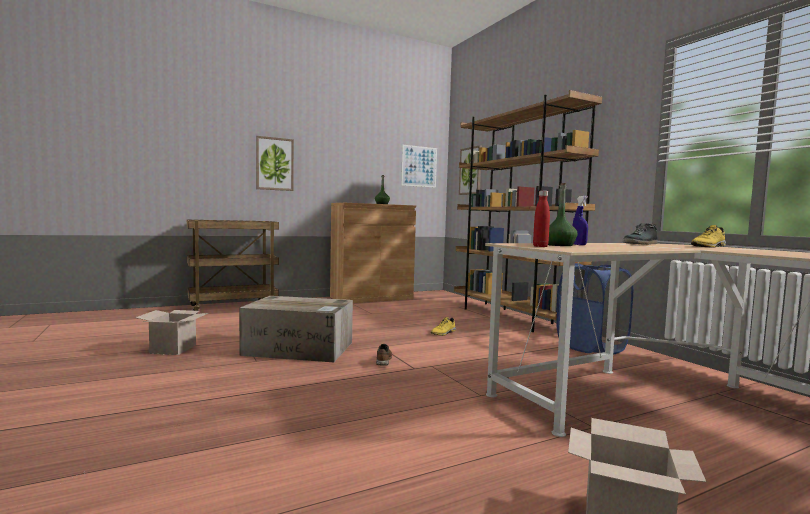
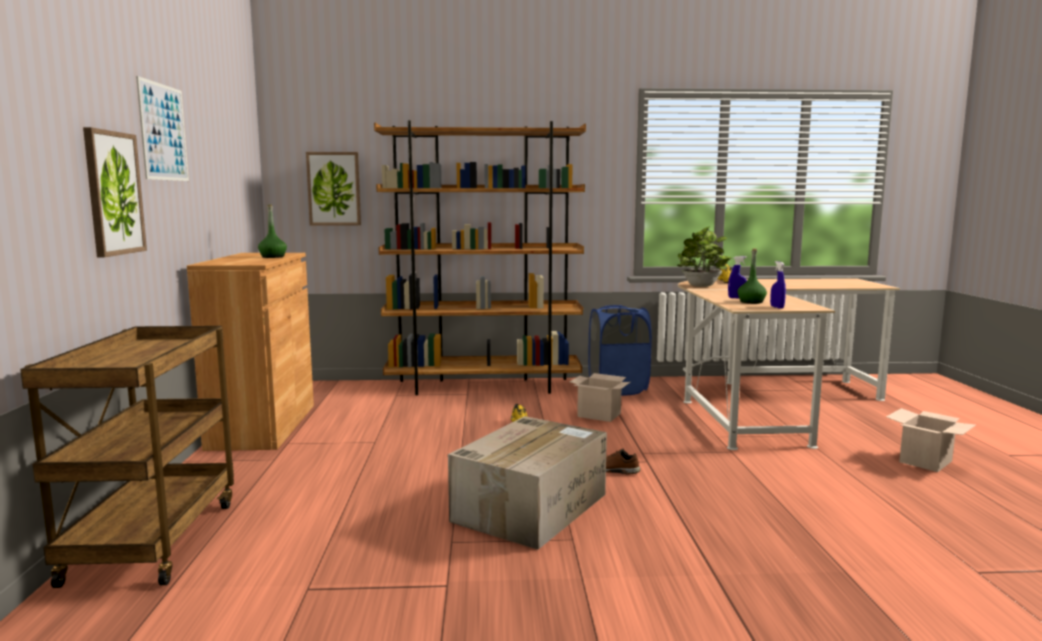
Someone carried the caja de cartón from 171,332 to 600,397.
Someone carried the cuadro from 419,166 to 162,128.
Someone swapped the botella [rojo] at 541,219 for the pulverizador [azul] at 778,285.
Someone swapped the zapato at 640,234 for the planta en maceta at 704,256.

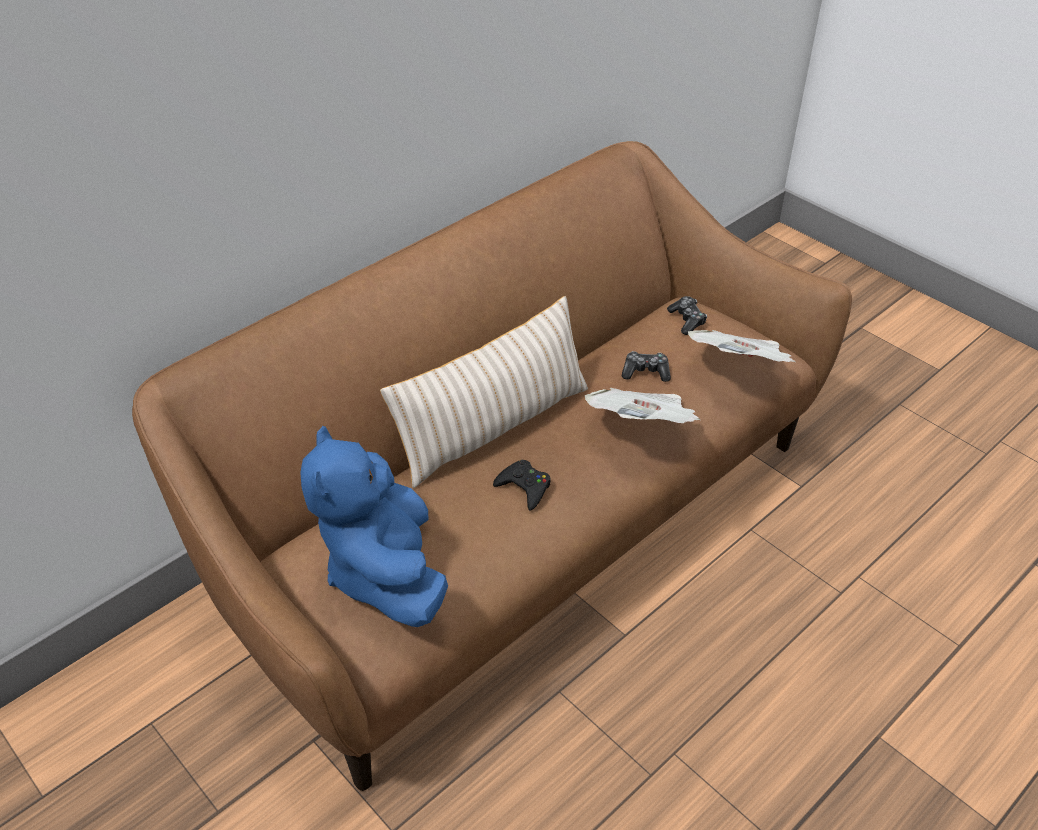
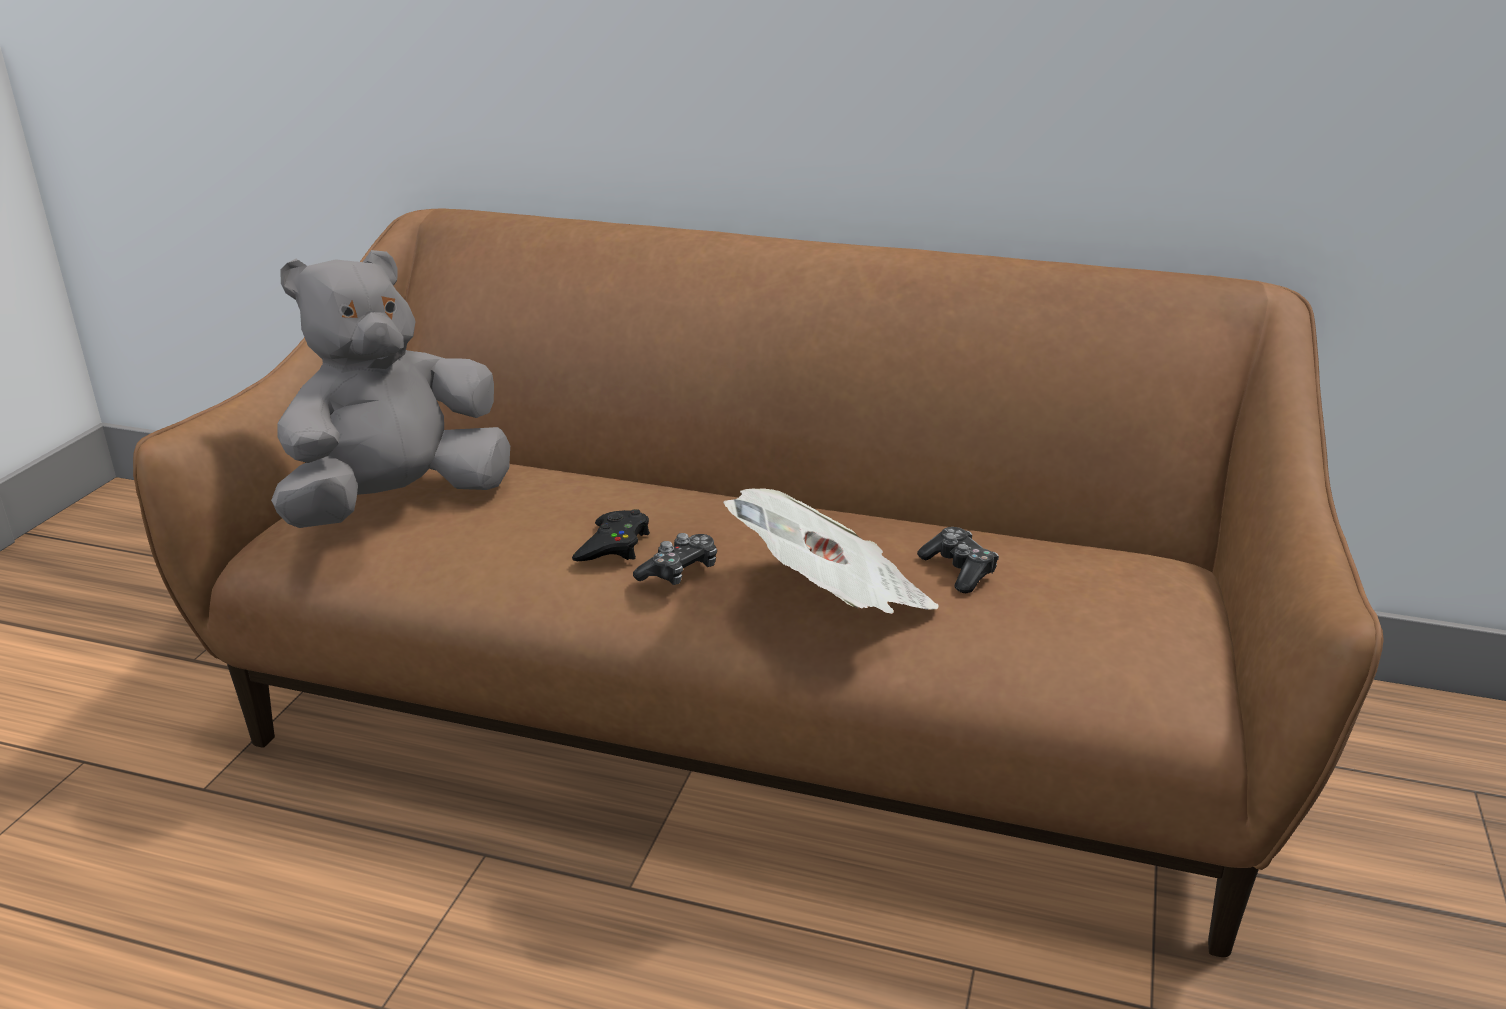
Someone repainted the peluche [azul] at 374,526, which became the peluche [gris] at 390,389.
Someone took away the cojín [beis] at 484,392.
Someone carried the mando de consola from 687,315 to 675,559.
Someone took away the periódico at 742,346.

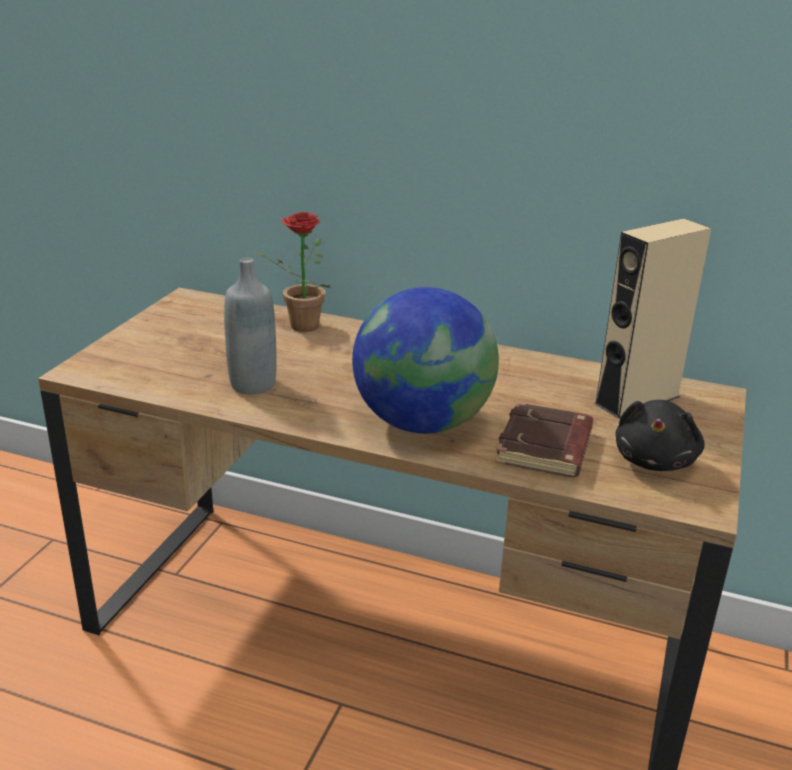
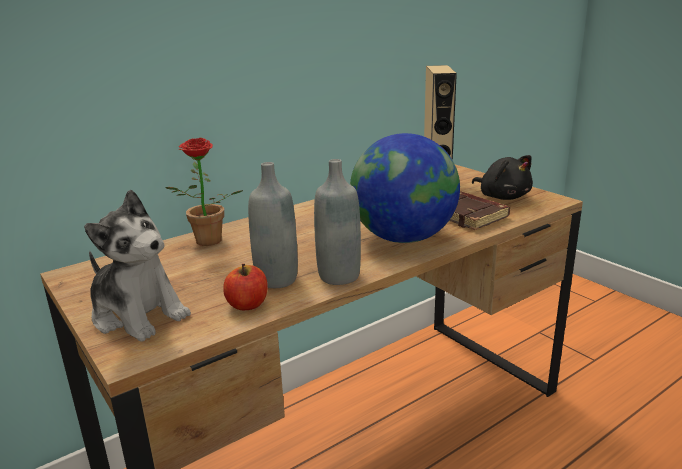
Someone put down the peluche at 137,265.
Someone put down the manzana at 245,287.
Someone put down the botella [gris] at 337,222.

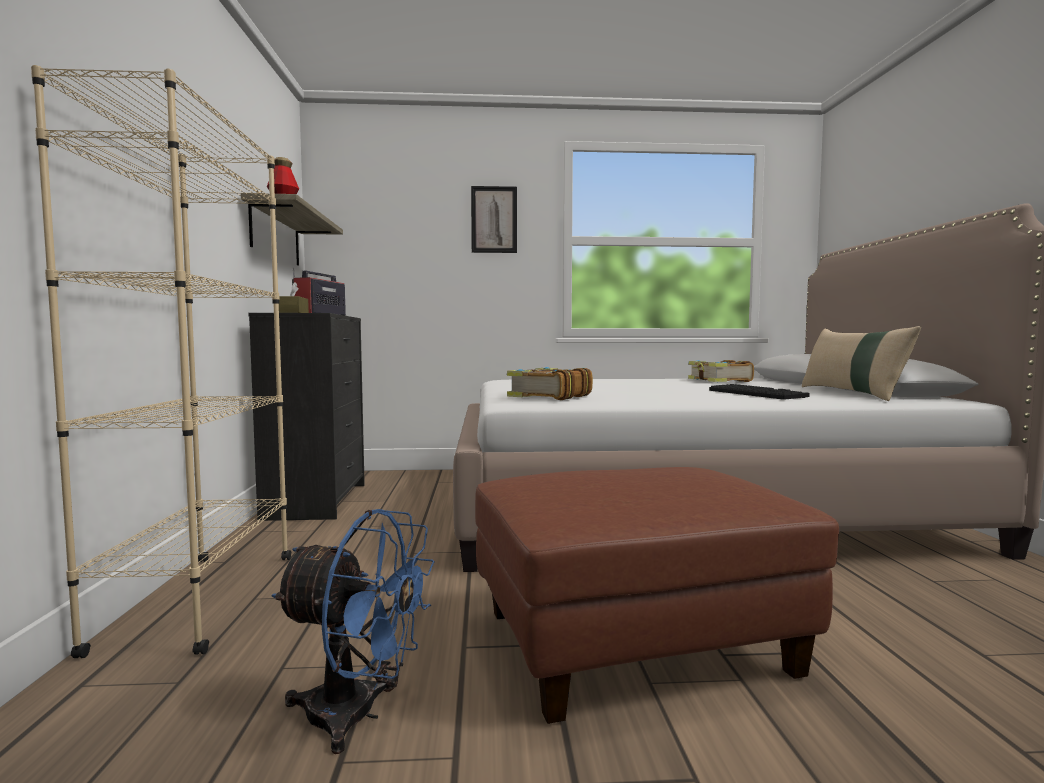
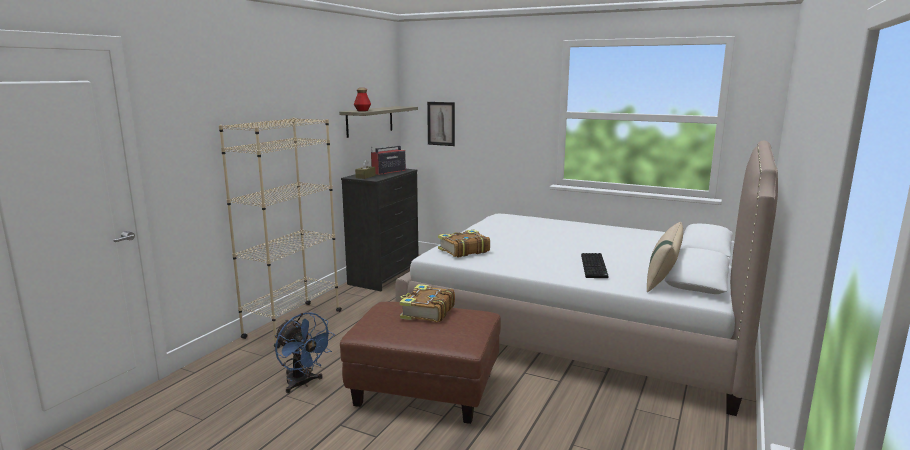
Someone carried the cuadro from 494,219 to 441,124.
Someone carried the libro from 721,371 to 427,303.

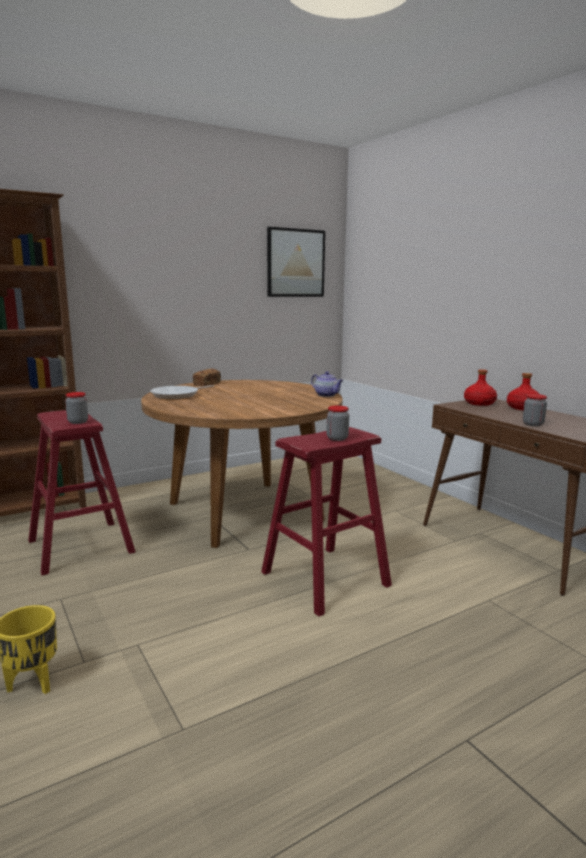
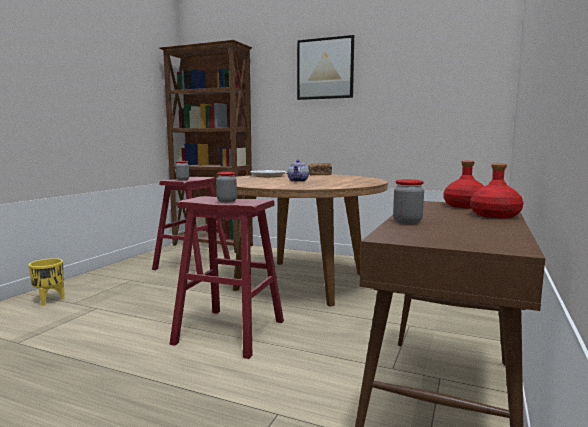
Someone carried the cuadro from 296,262 to 325,67.
Someone carried the tetera from 327,384 to 298,171.

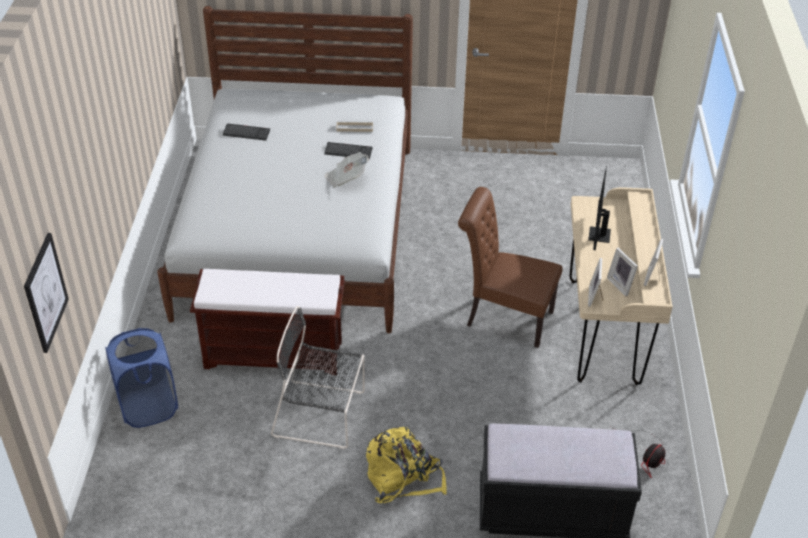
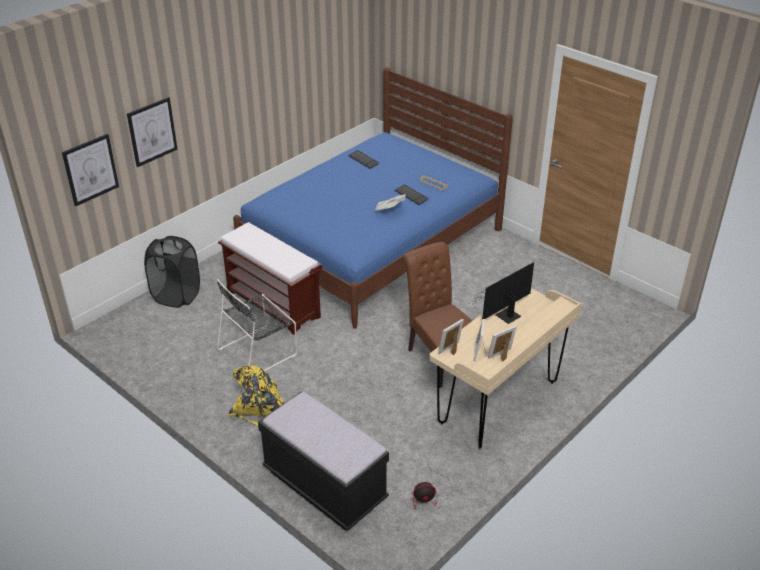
Someone repainted the cesto de la ropa [azul] at 141,378, which became the cesto de la ropa [negro] at 172,272.
Someone repainted the cama [blanco] at 285,169, which became the cama [azul] at 373,198.
Someone rotated the silla [negro] at 318,377 by 90 degrees counterclockwise.
Someone put up the cuadro at 152,132.

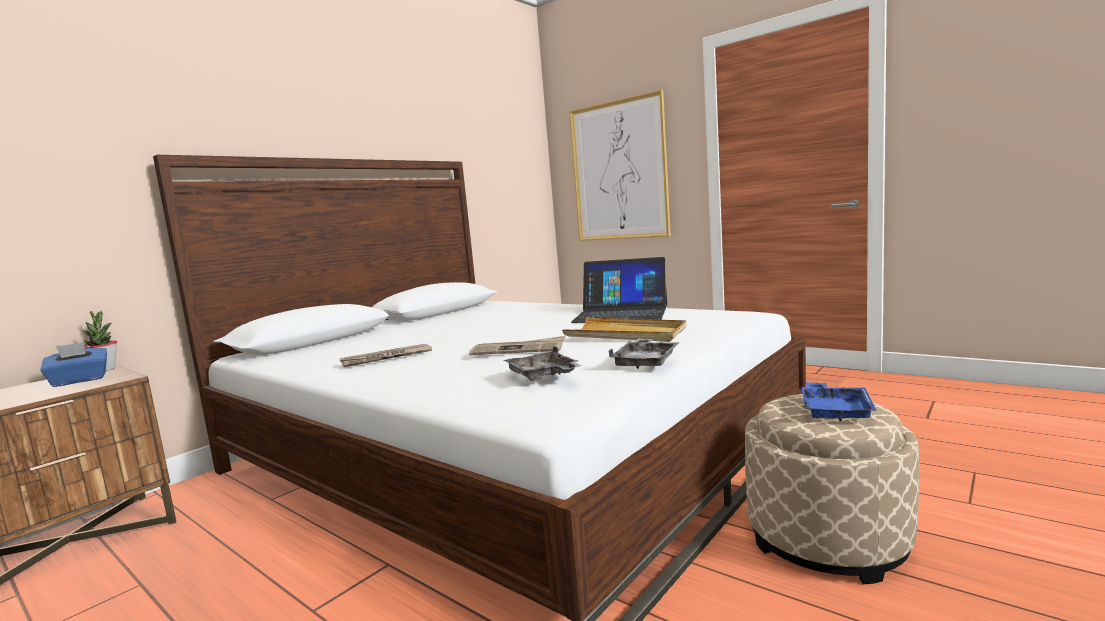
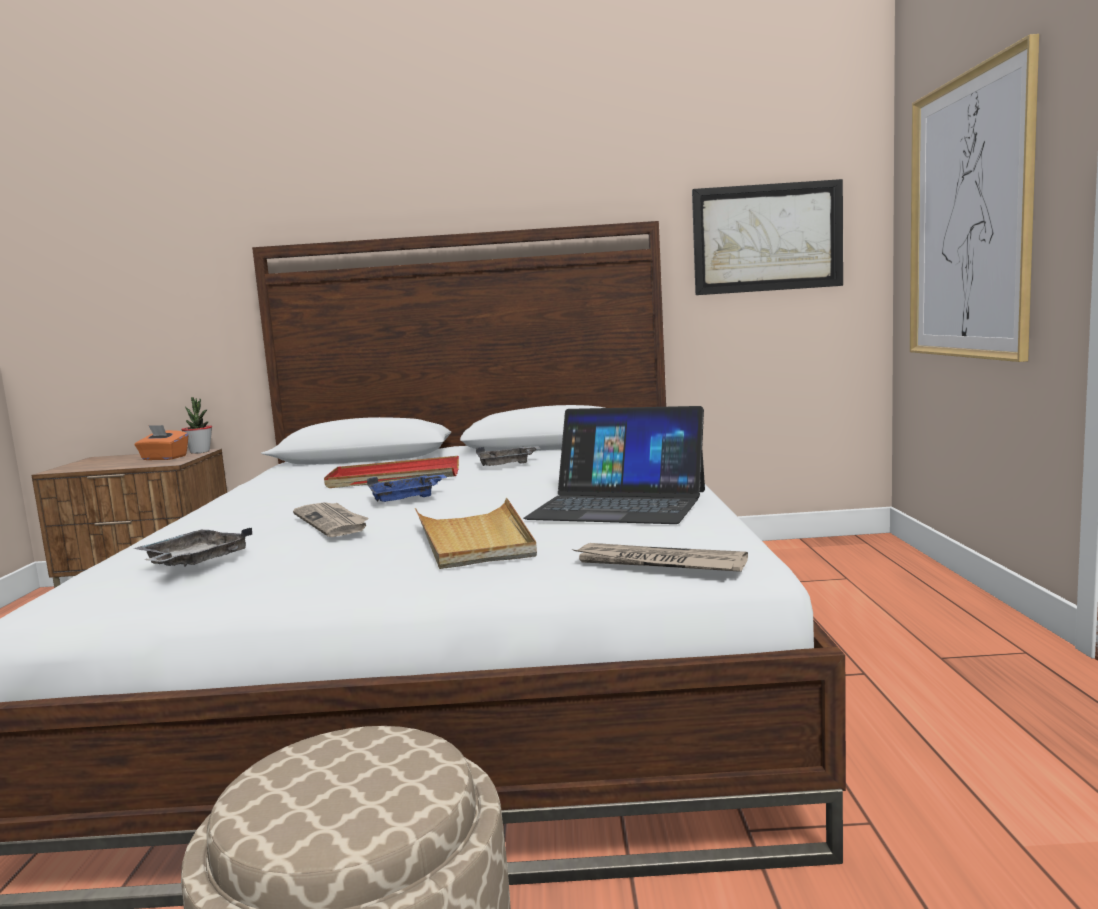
Someone repainted the caja de pañuelos [azul] at 74,364, which became the caja de pañuelos [naranja] at 161,442.
Someone carried the periódico from 386,355 to 660,557.
Someone rotated the portátil at 619,290 by 45 degrees counterclockwise.
Someone carried the bandeja [gris] from 643,353 to 508,456.
Someone carried the bandeja [azul] from 839,401 to 407,488.
Someone put down the bandeja [rojo] at 391,472.
Someone put up the cuadro at 767,237.

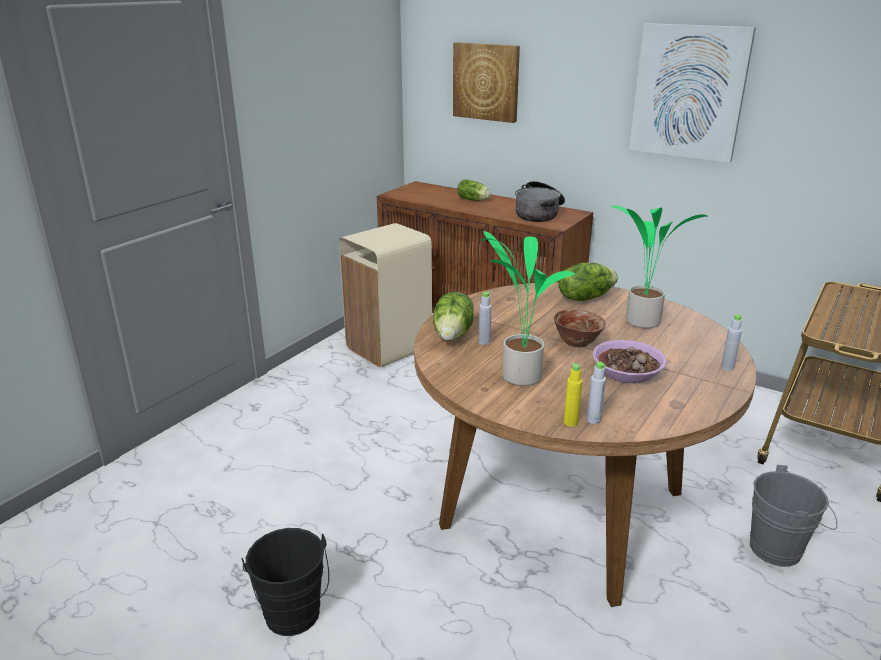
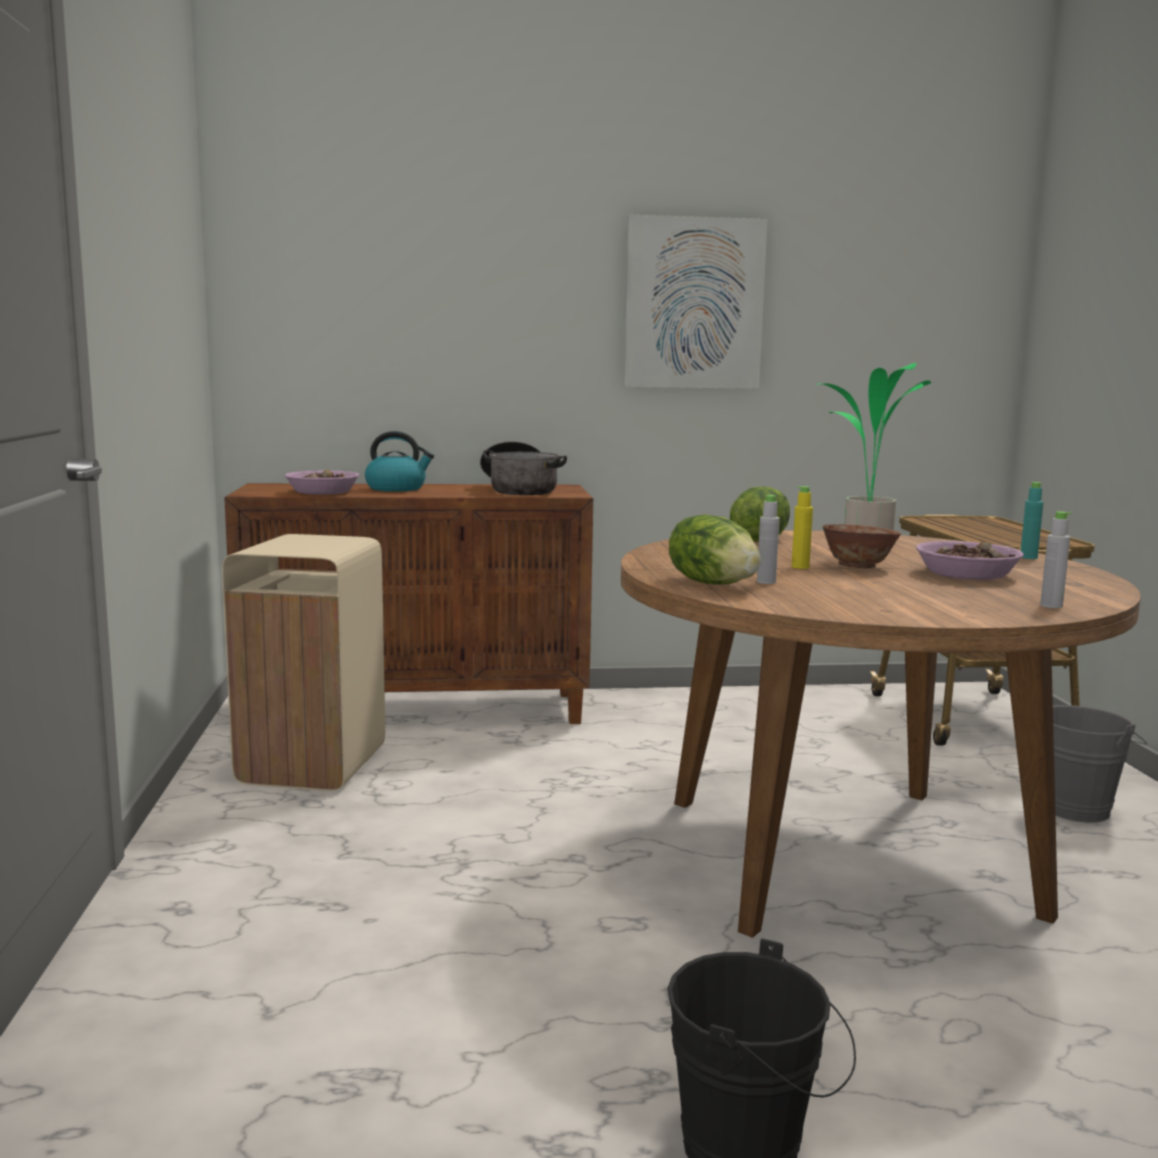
Someone took away the cuadro at 486,82.
Someone swapped the lechuga at 473,190 for the hervidor at 399,461.
Someone took away the planta en maceta at 528,308.
Someone carried the botella [amarillo] from 573,395 to 802,527.
Someone repainted the botella [gris] at 731,342, which became the botella [turquesa] at 1032,520.
Someone put down the cuenco at 321,482.

